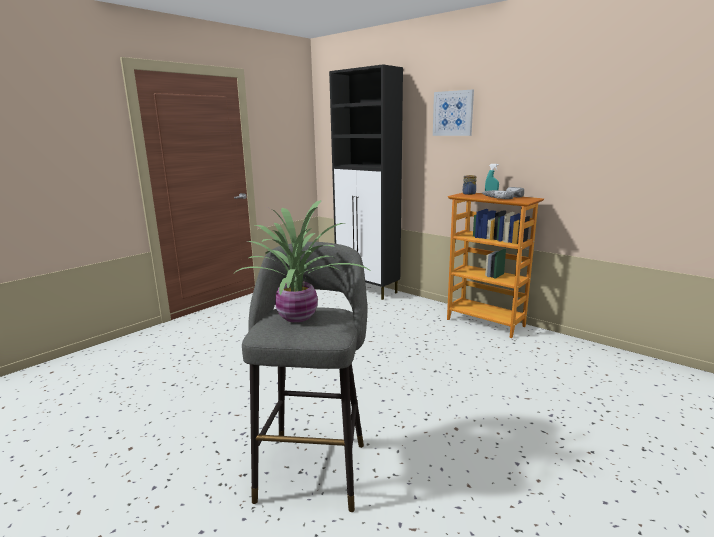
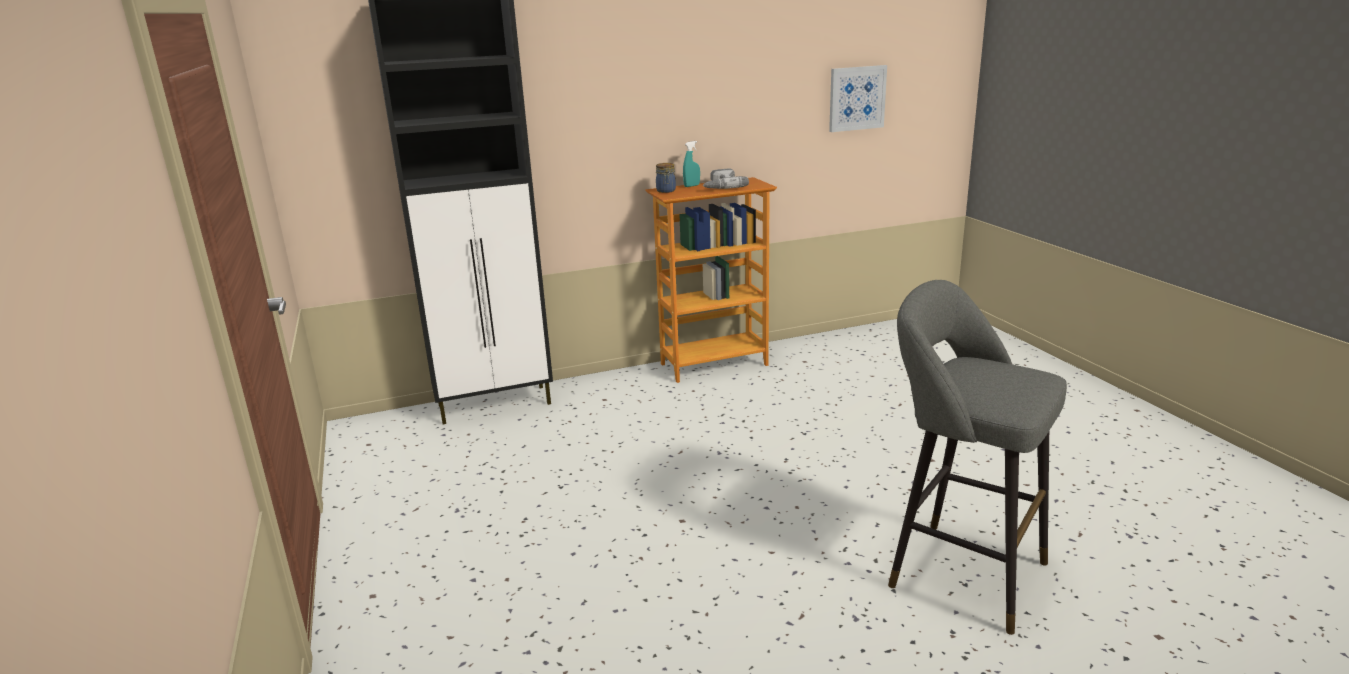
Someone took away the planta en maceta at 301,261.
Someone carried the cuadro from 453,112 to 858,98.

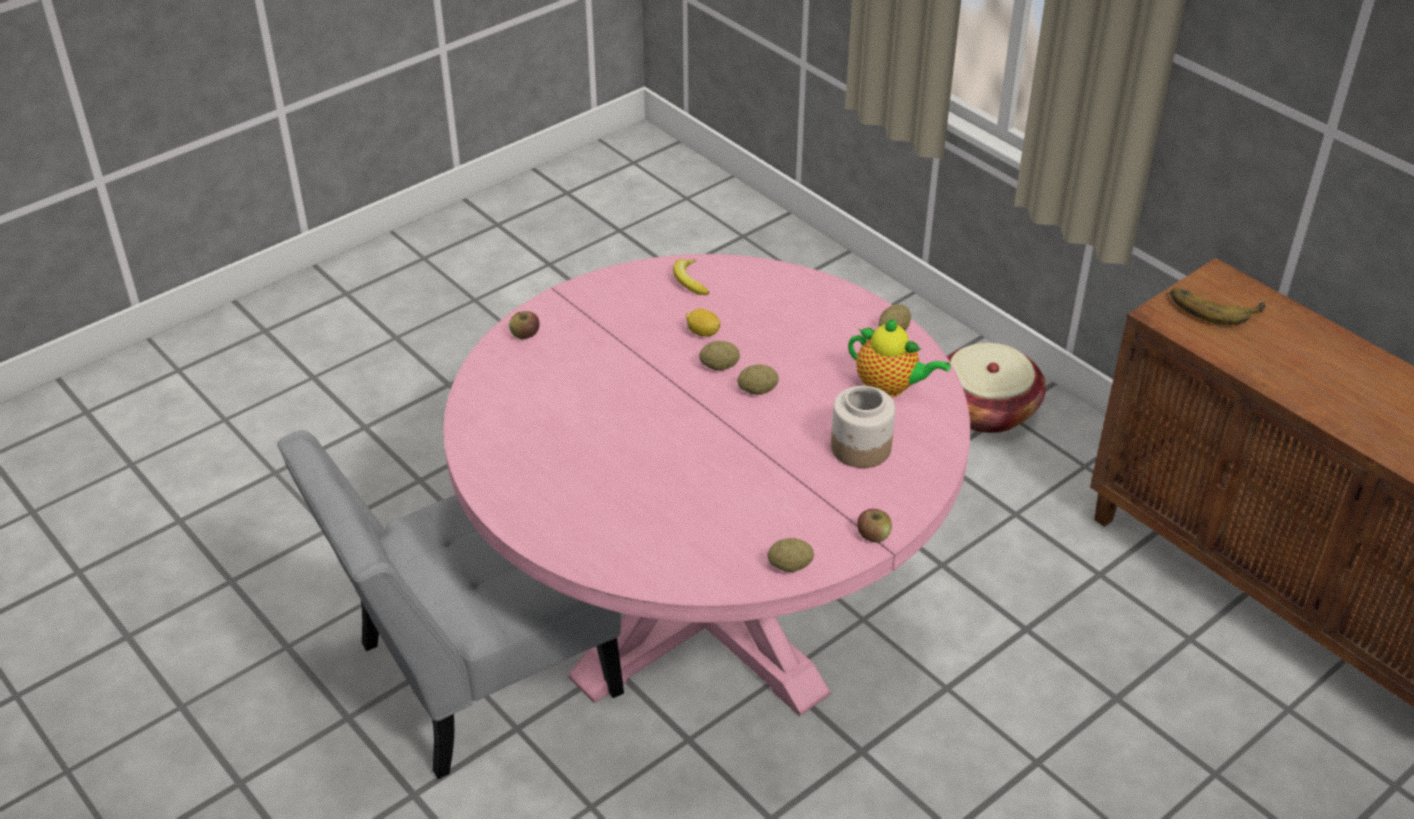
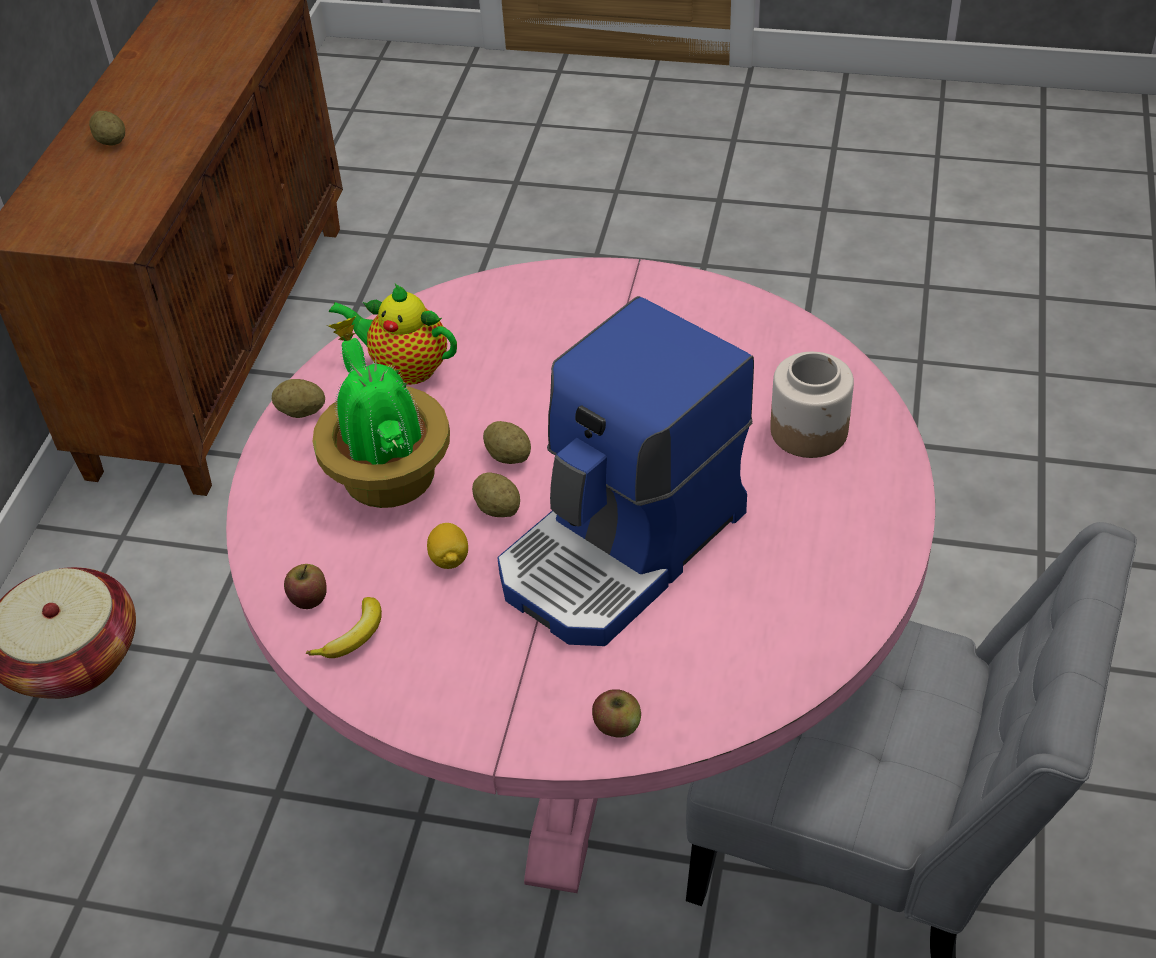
Someone carried the patata from 791,555 to 107,128.
Someone carried the tarro from 863,427 to 812,405.
Someone rotated the tetera at 899,358 by 60 degrees counterclockwise.
Someone carried the manzana from 874,526 to 305,586.
Someone took away the plátano at 1218,307.
Someone put down the planta en maceta at 381,412.
Someone put down the cafetera at 625,471.

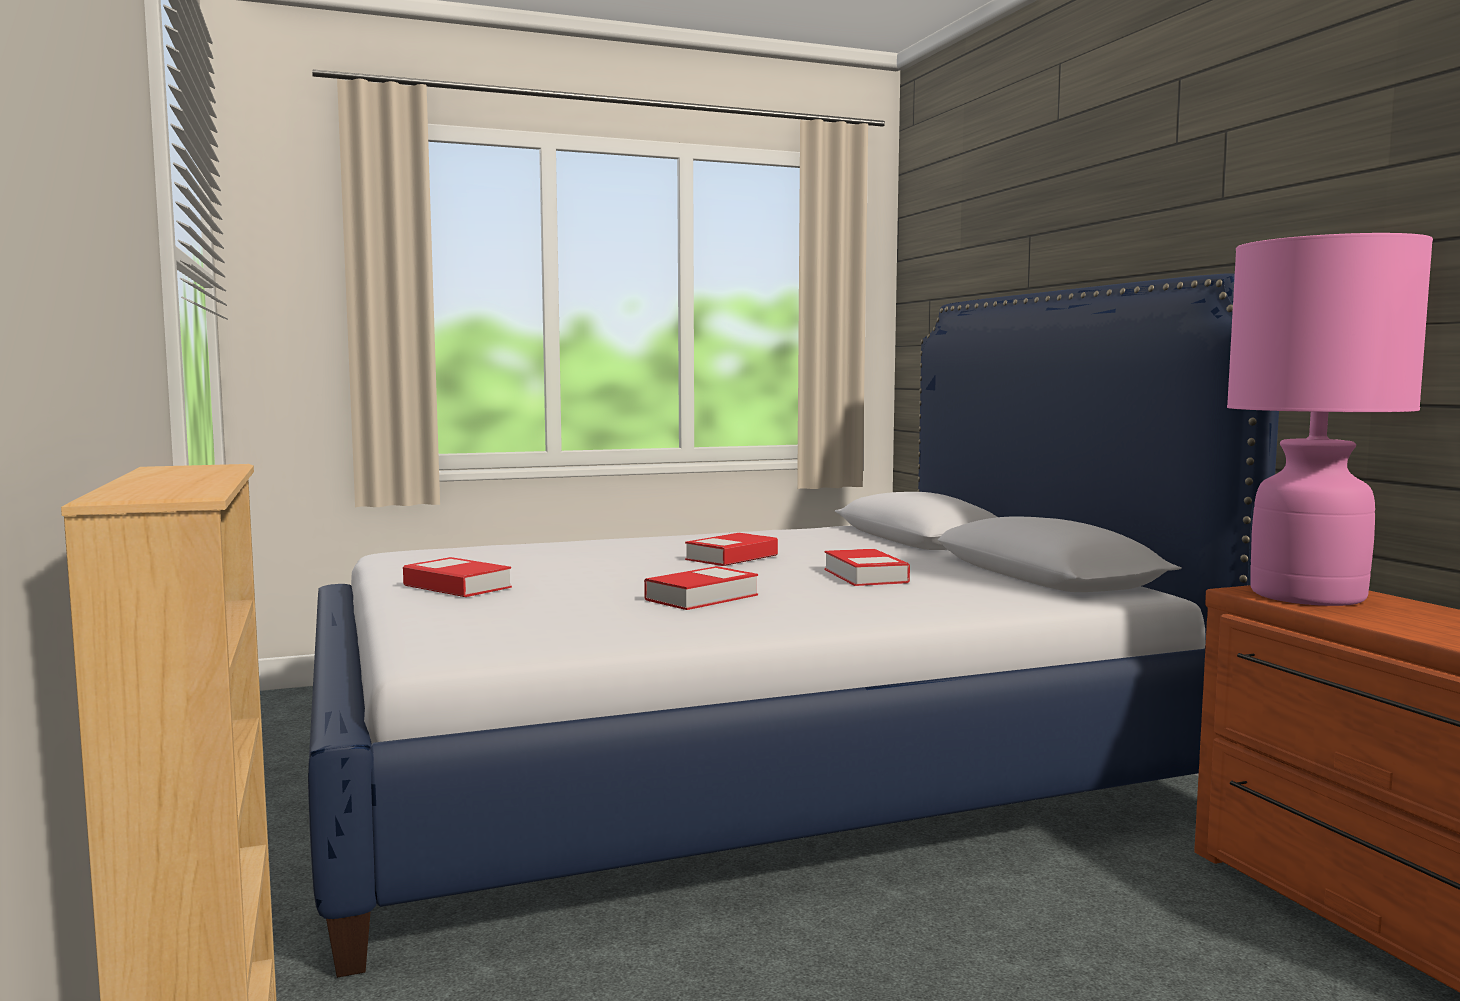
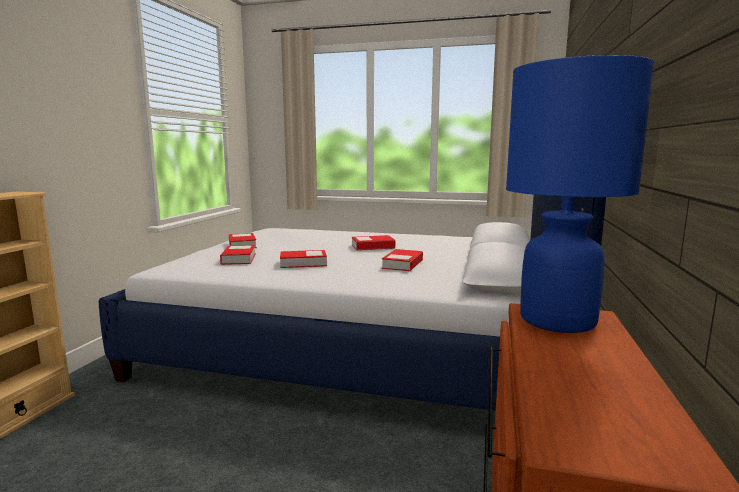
Someone repainted the lámpara de mesa [rosa] at 1330,419, which became the lámpara de mesa [azul] at 580,194.
Someone put down the libro at 238,255.

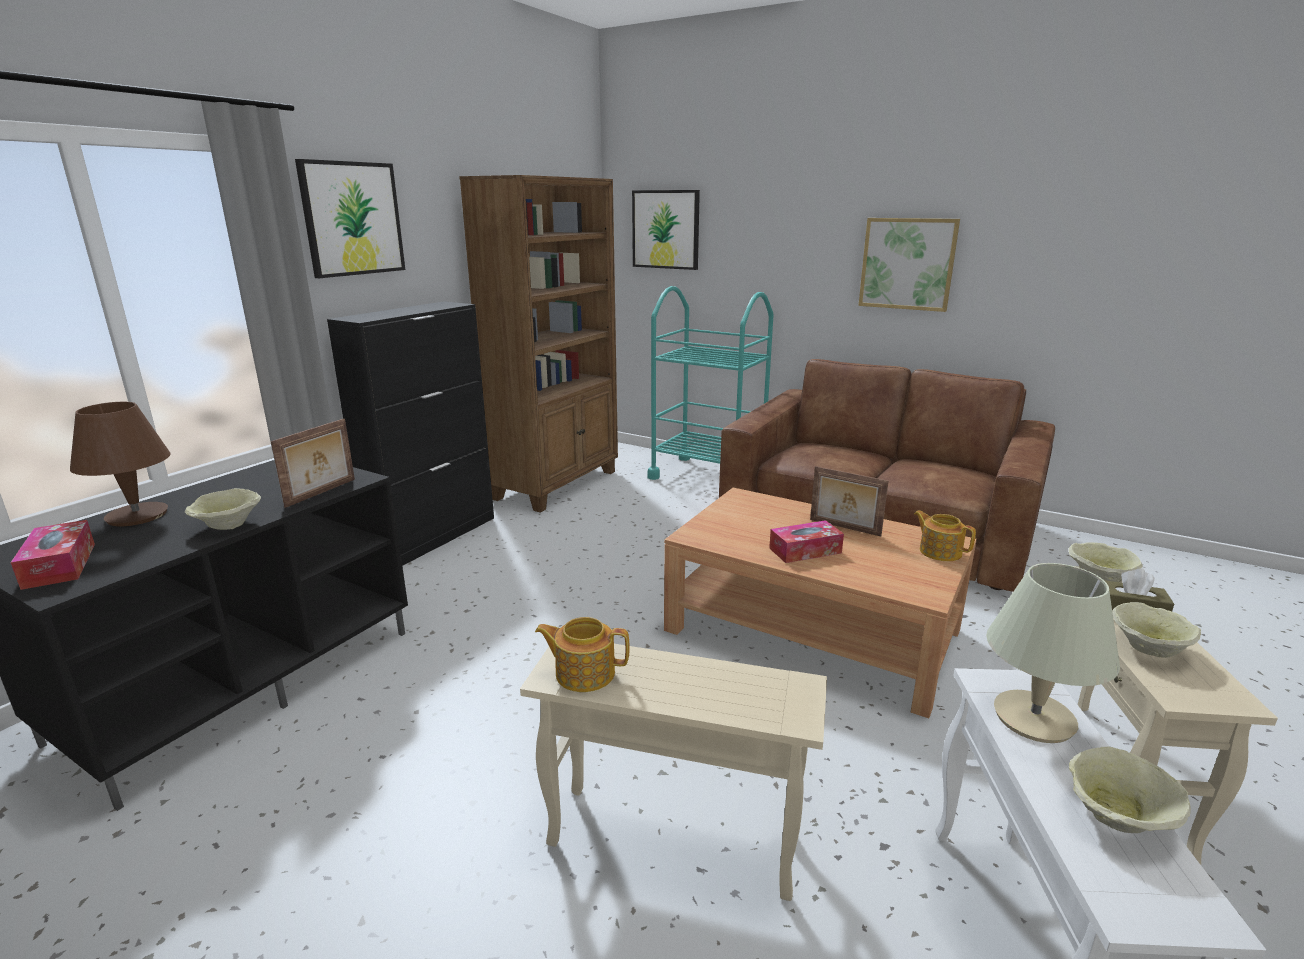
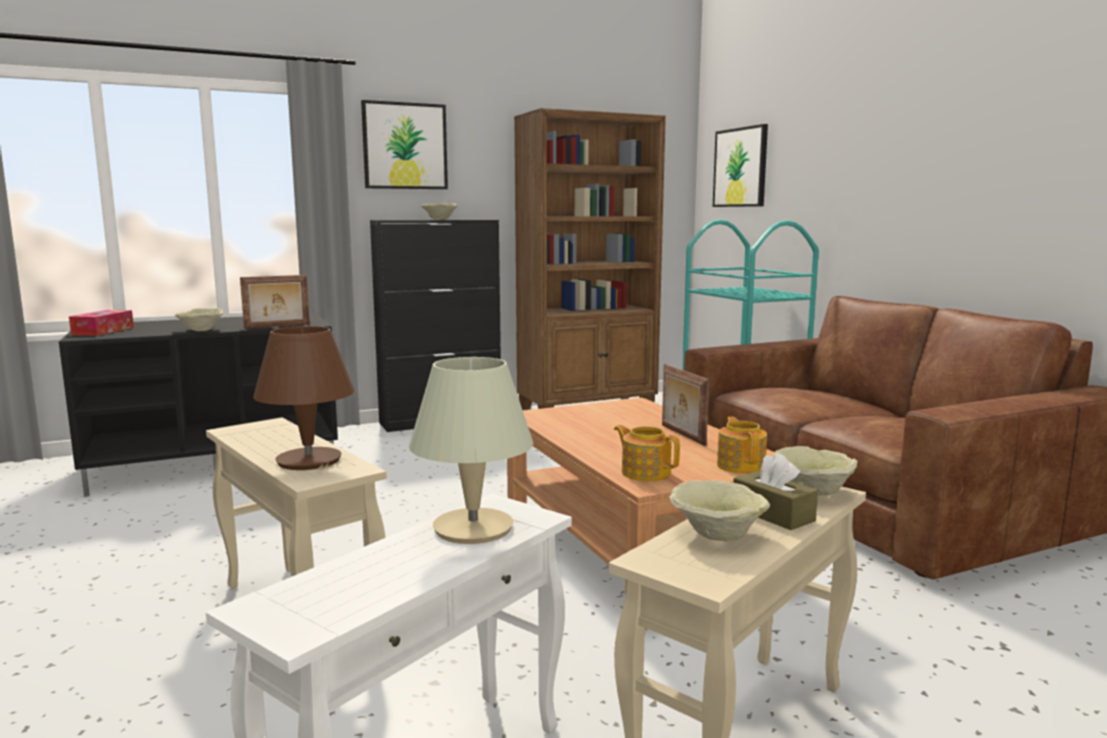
Someone carried the lámpara de mesa [marrón] from 120,464 to 303,398.
Someone carried the tetera from 582,654 to 647,453.
Someone took away the caja de pañuelos at 806,541.
Someone took away the cuadro at 909,265.
Someone carried the cuenco [beis] from 1130,790 to 439,211.

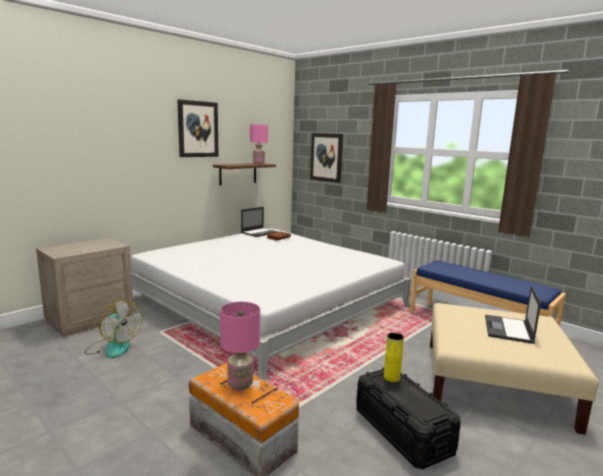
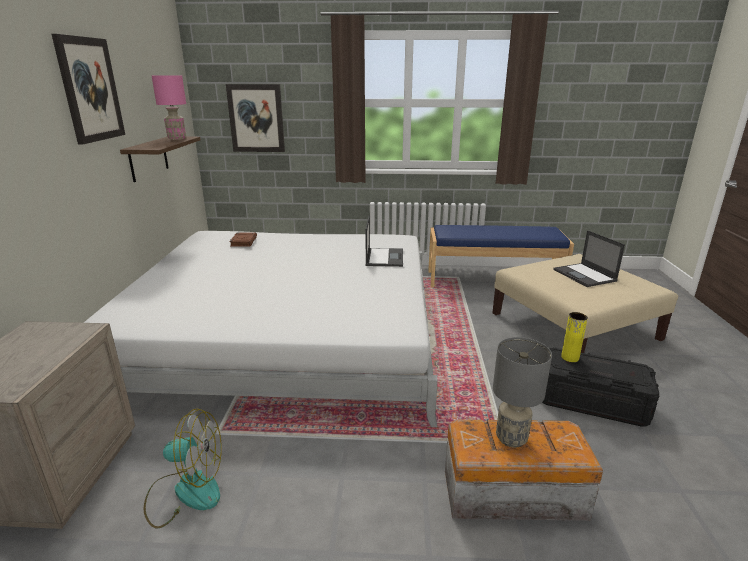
Someone repainted the lámpara de mesa [rosa] at 240,346, which became the lámpara de mesa [gris] at 522,392.
Someone carried the portátil from 259,222 to 384,241.

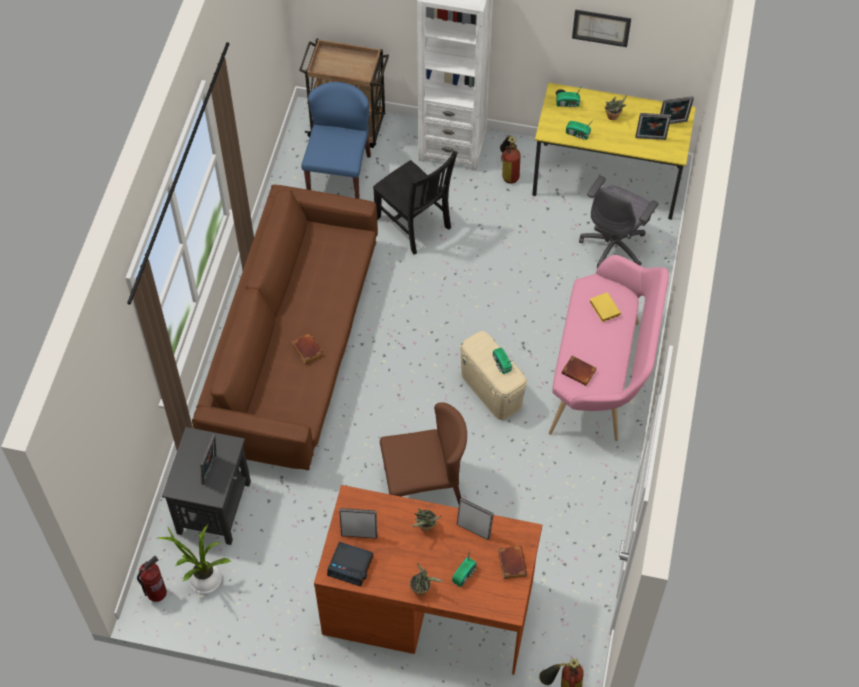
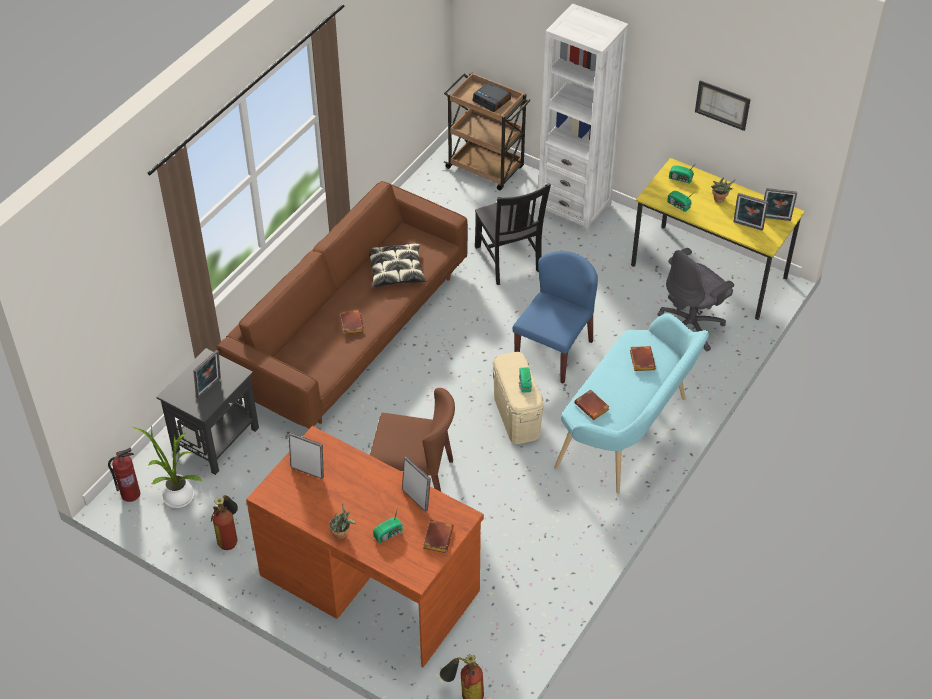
Someone carried the silla [azul] from 336,140 to 555,317.
Someone carried the despertador from 350,564 to 492,97.
Someone took away the planta en maceta at 426,519.
Someone carried the extintor from 510,159 to 224,522.
Someone repainted the banco [rosa] at 609,348, which became the banco [turquesa] at 631,403.
Someone repainted the libro [amarillo] at 605,307, which became the libro [marrón] at 643,358.
Someone put down the cojín at 397,265.

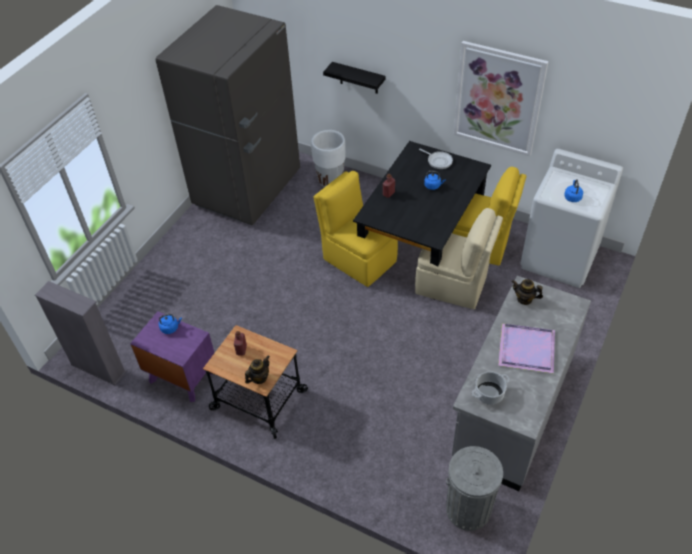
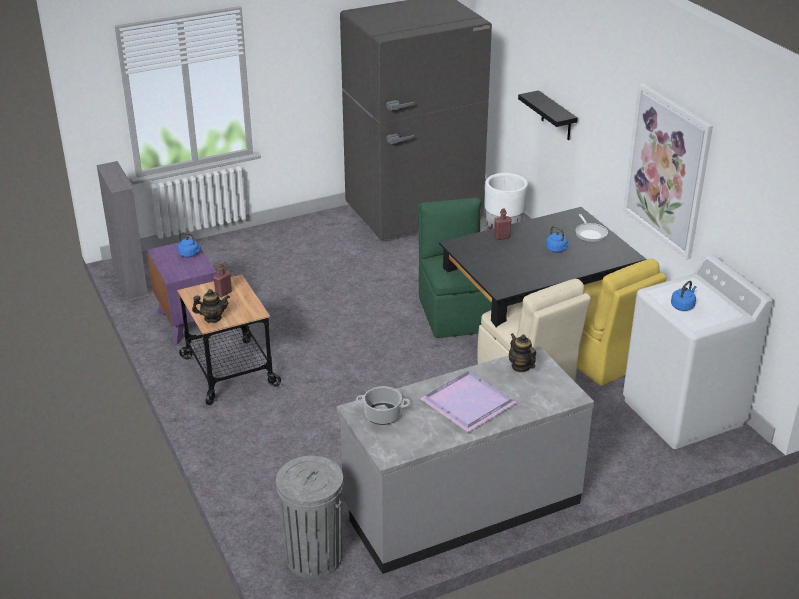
Someone repainted the silla [amarillo] at 355,229, which became the silla [verde] at 455,267.

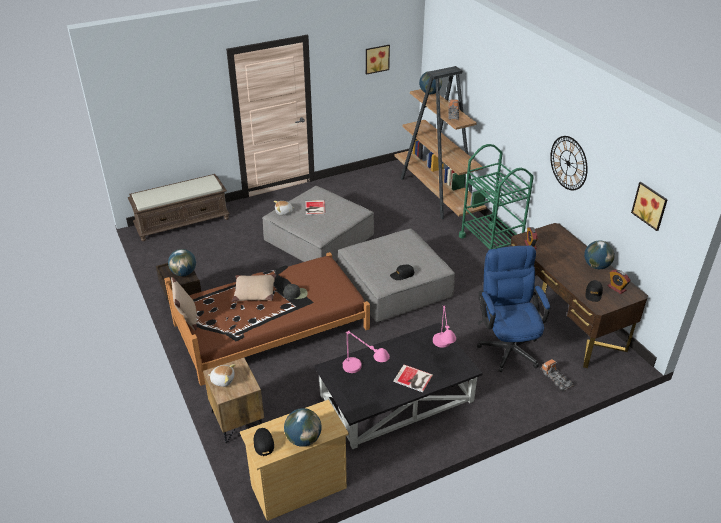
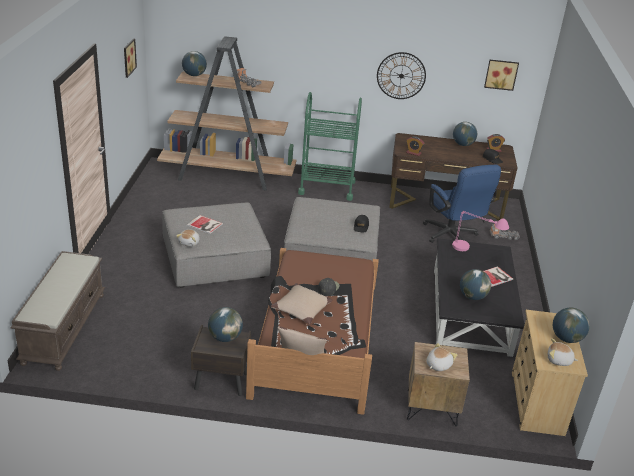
Someone swapped the gorra [negro] at 264,442 for the peluche at 563,352.
Someone swapped the lámpara de mesa [rosa] at 366,351 for the globo terráqueo at 475,284.
Someone rotated the silla de oficina [azul] at 513,308 by 135 degrees counterclockwise.

